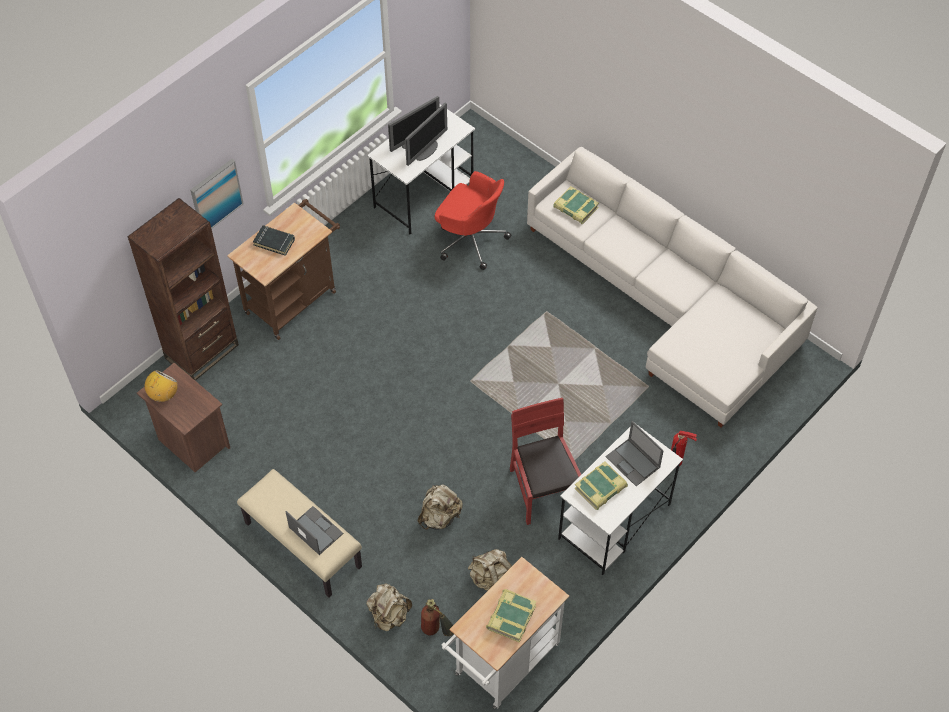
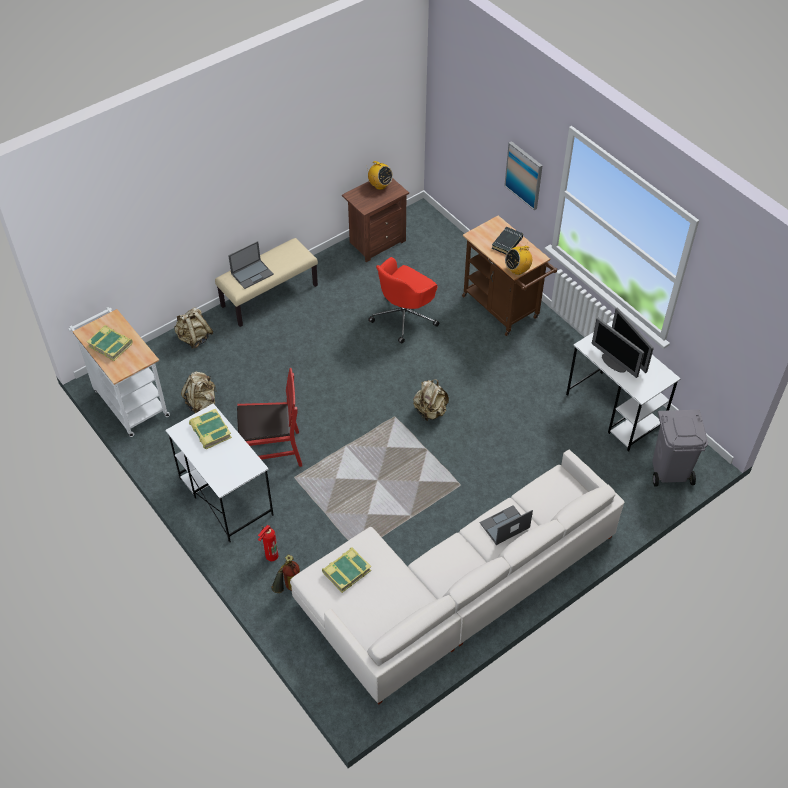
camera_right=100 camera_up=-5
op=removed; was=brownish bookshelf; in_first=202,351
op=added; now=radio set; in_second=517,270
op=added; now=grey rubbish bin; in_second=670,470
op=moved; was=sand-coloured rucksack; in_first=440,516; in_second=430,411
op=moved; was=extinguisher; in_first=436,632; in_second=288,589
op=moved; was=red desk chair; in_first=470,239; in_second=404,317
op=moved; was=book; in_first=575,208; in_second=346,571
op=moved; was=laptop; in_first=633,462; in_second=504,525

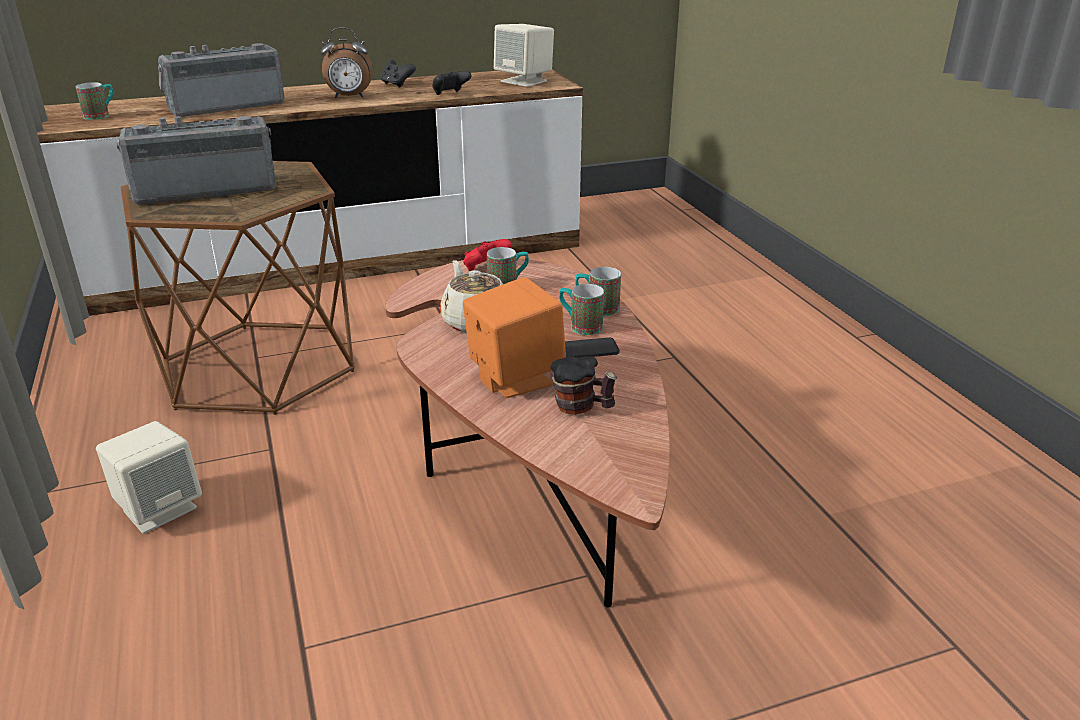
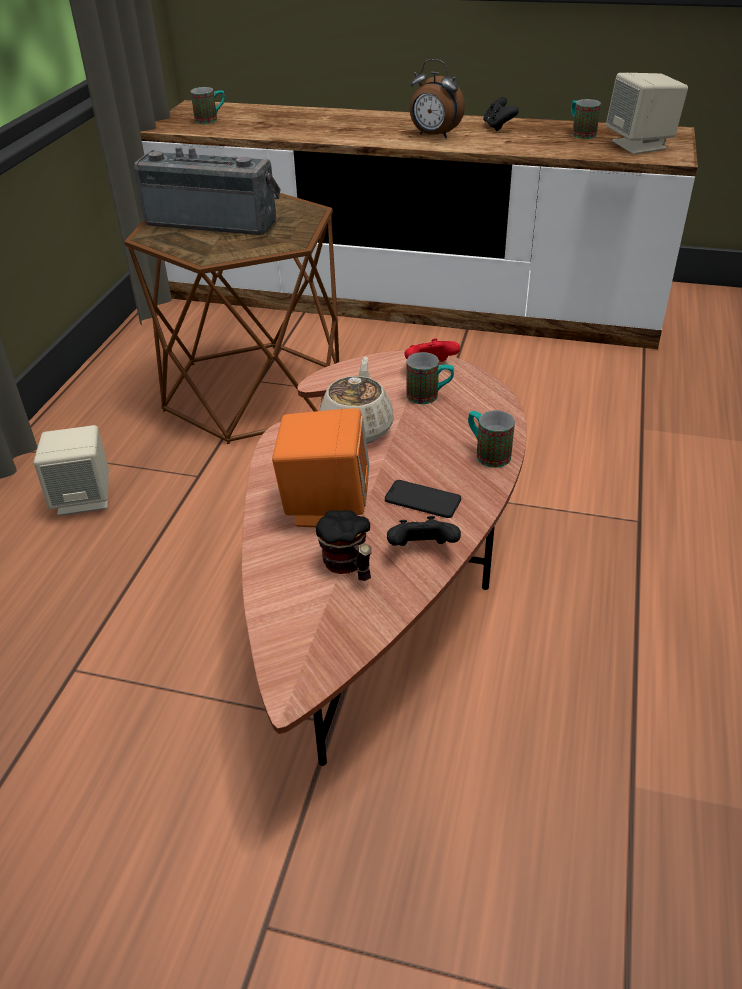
camera_right=35 camera_up=10
op=removed; was=radio set; in_first=226,106
op=moved; was=black-coloured gamepad; in_first=450,94; in_second=422,550
op=moved; was=coffee mug; in_first=580,326; in_second=580,133

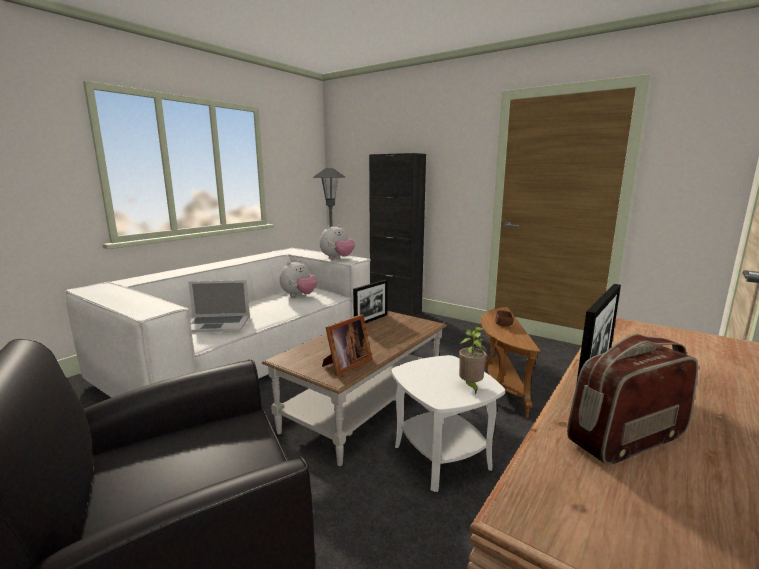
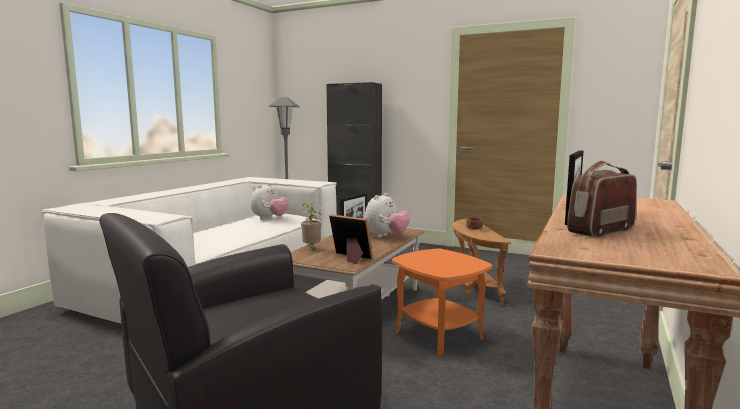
camera_right=-10 camera_up=-5
op=removed; was=laptop; in_first=216,324
op=moved; was=soft toy; in_first=337,258; in_second=386,236
op=moved; was=potted plant; in_first=470,386; in_second=311,249
op=recoloured; was=white side table; now=orange-coloured side table; in_first=442,457; in_second=439,335
op=turned; was=picture frame; in_first=345,365; in_second=350,258; clockwise=-90

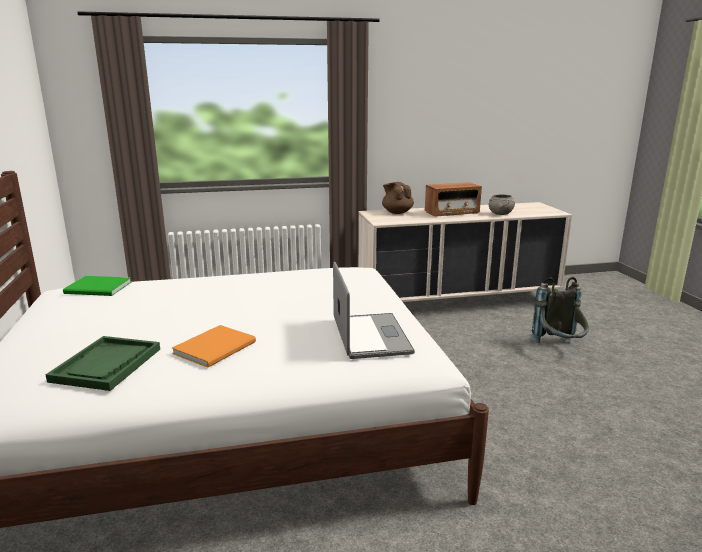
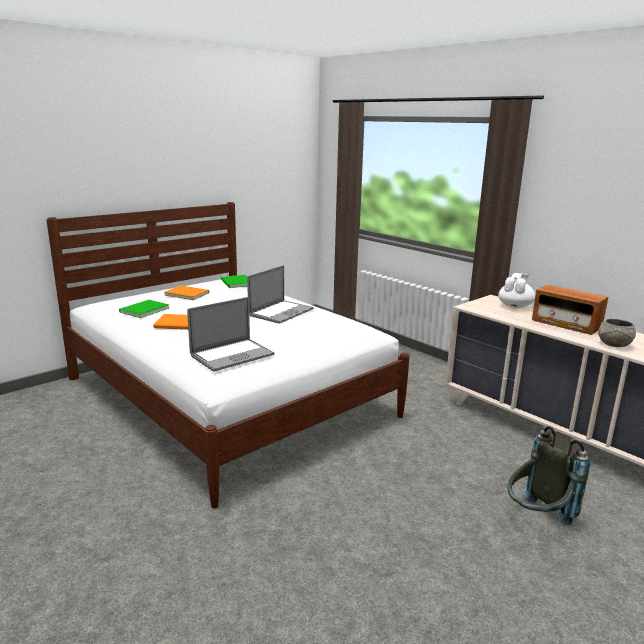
camera_right=60 camera_up=0
op=added; now=orange-coloured book; in_second=186,293
op=added; now=laptop; in_second=281,312
op=replaced; was=green tray; now=green book; in_first=107,365; in_second=143,310
op=recoloured; was=brownish teapot; now=white teapot; in_first=397,212; in_second=515,306

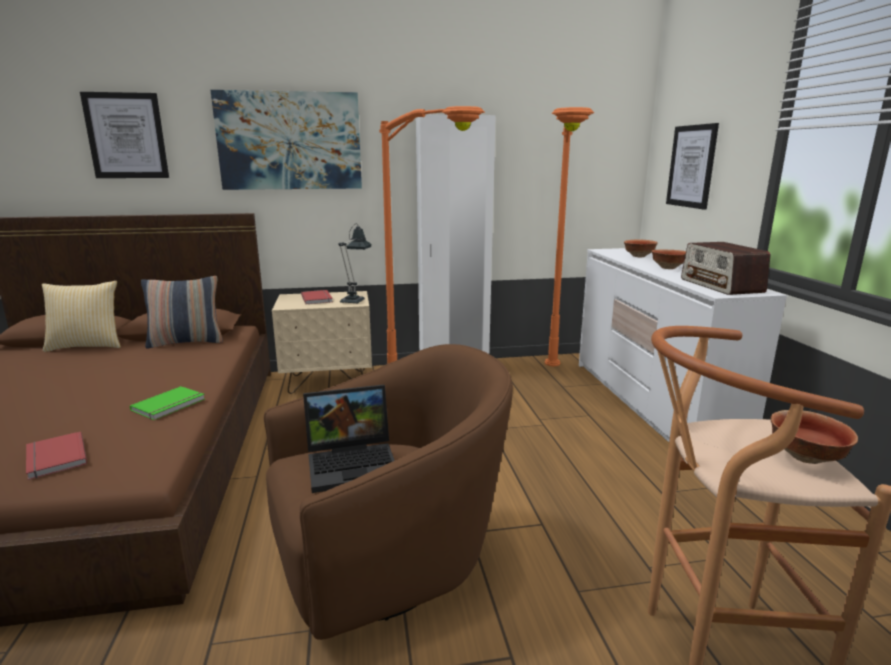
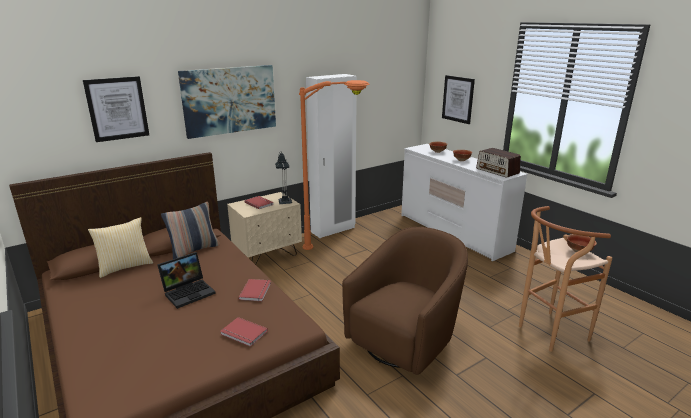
camera_right=-25 camera_up=5
op=removed; was=orange-coloured standard lamp; in_first=553,382
op=moved; was=laptop; in_first=354,463; in_second=189,292
op=recoloured; was=green book; now=red book; in_first=170,405; in_second=256,291

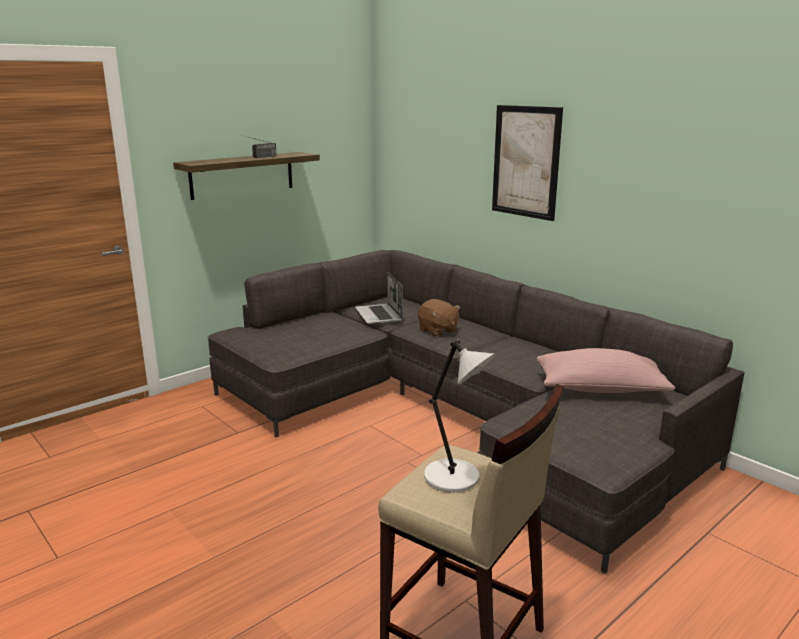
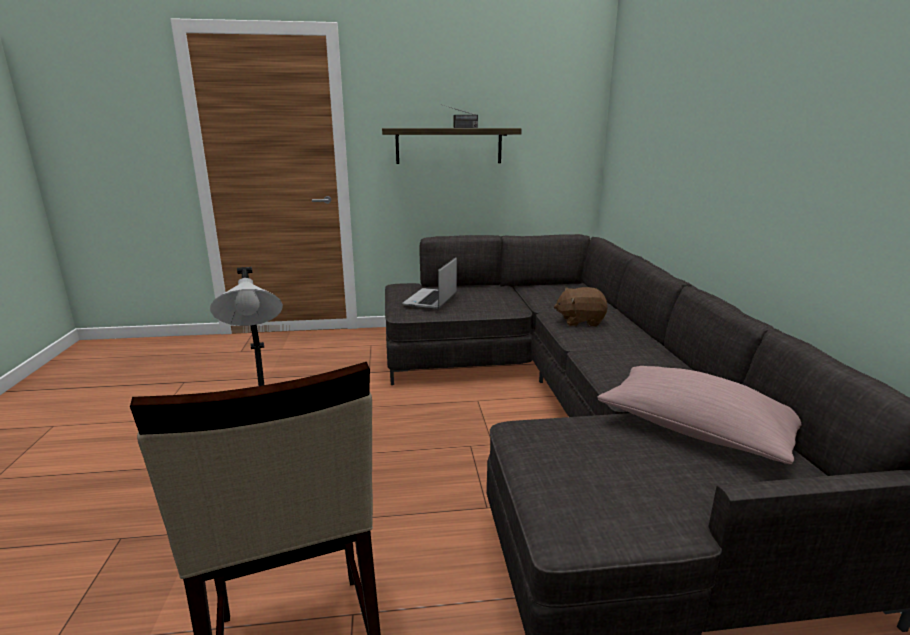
camera_right=35 camera_up=0
op=removed; was=wall art; in_first=526,162
op=moved; was=laptop; in_first=379,315; in_second=431,300
op=turned; was=brownish soft toy; in_first=437,331; in_second=580,321; clockwise=90

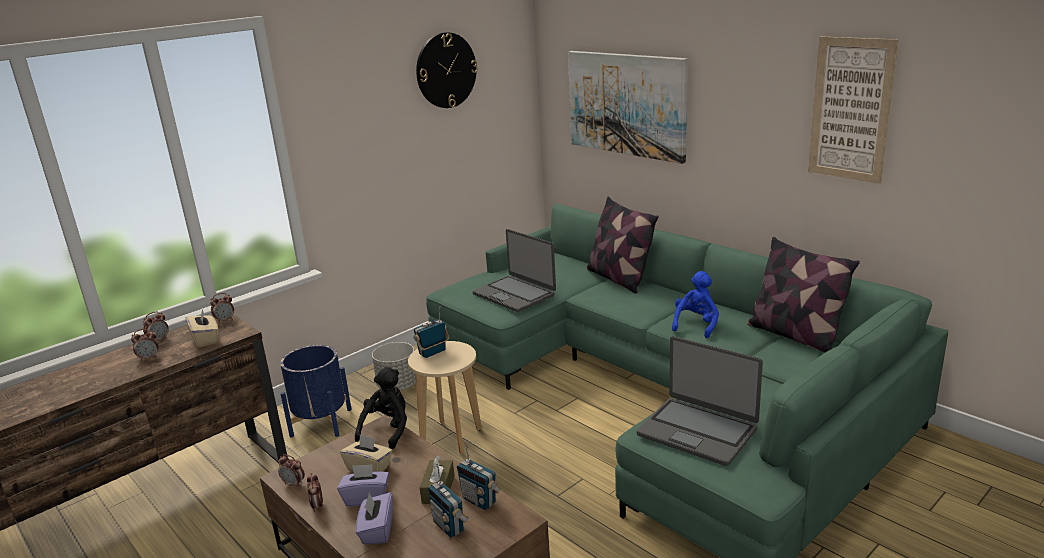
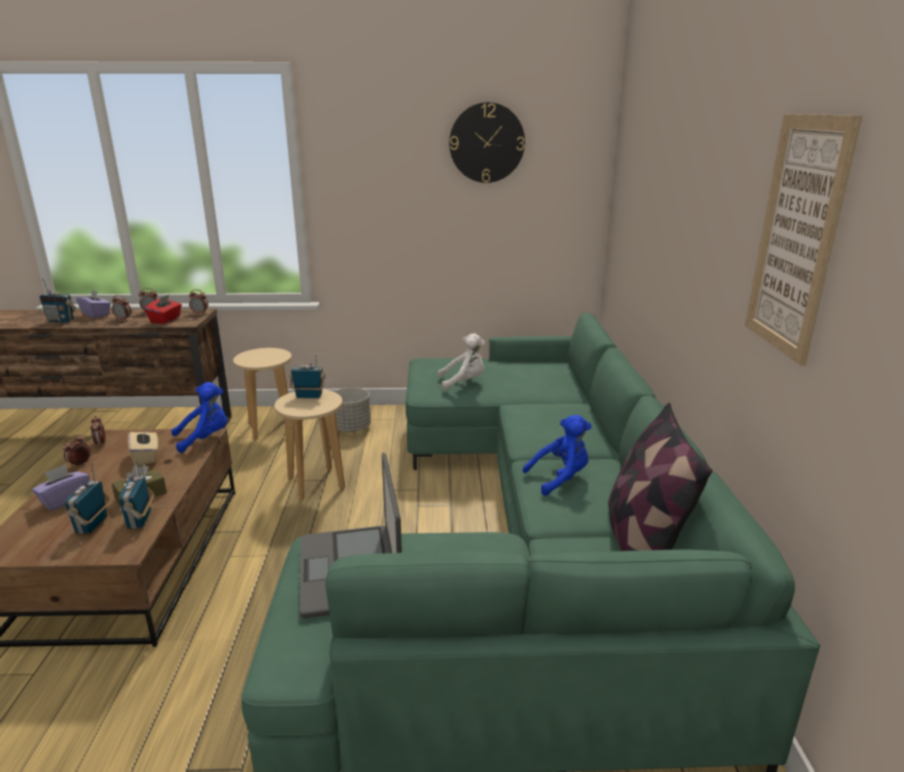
camera_right=40 camera_up=0
op=removed; was=wall art; in_first=626,104
op=removed; was=cushion; in_first=619,278
op=added; now=radio set; in_second=61,321
op=moved; was=purplish tissue holder; in_first=366,497; in_second=96,314
op=replaced; was=blue flower pot; now=sand-coloured sitting stool; in_first=321,422; in_second=270,429
op=replaced; was=laptop; now=white soft toy; in_first=514,294; in_second=464,382
op=recoloured; was=sand-coloured tissue holder; now=red tissue holder; in_first=205,339; in_second=166,320
op=recoloured; was=black-coloured soft toy; now=blue soft toy; in_first=387,429; in_second=205,438

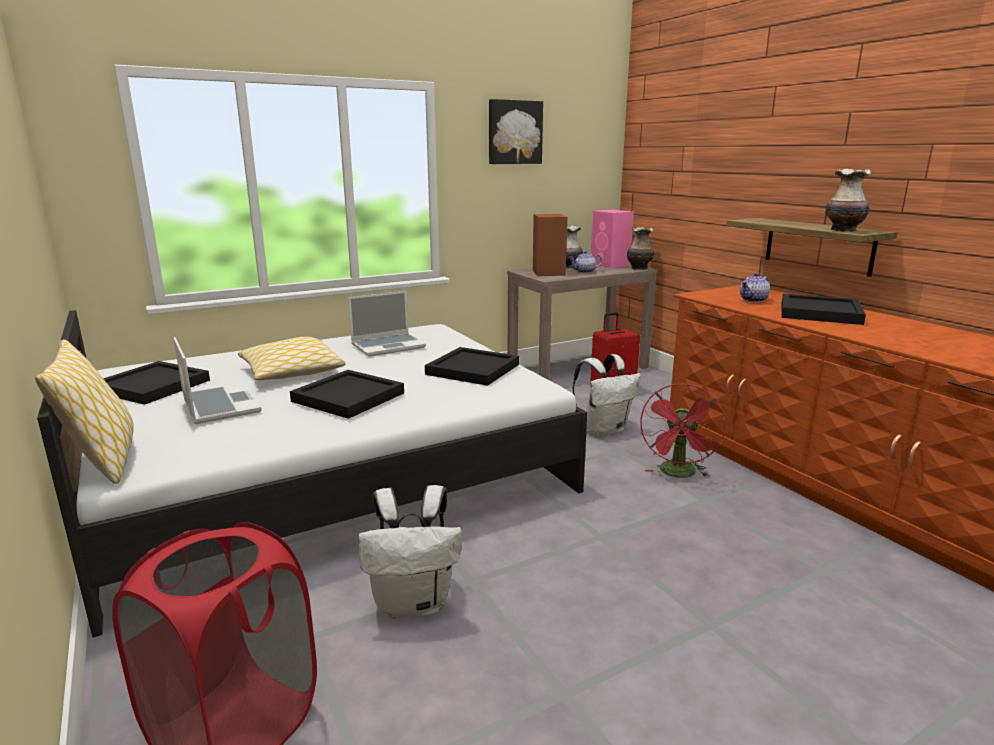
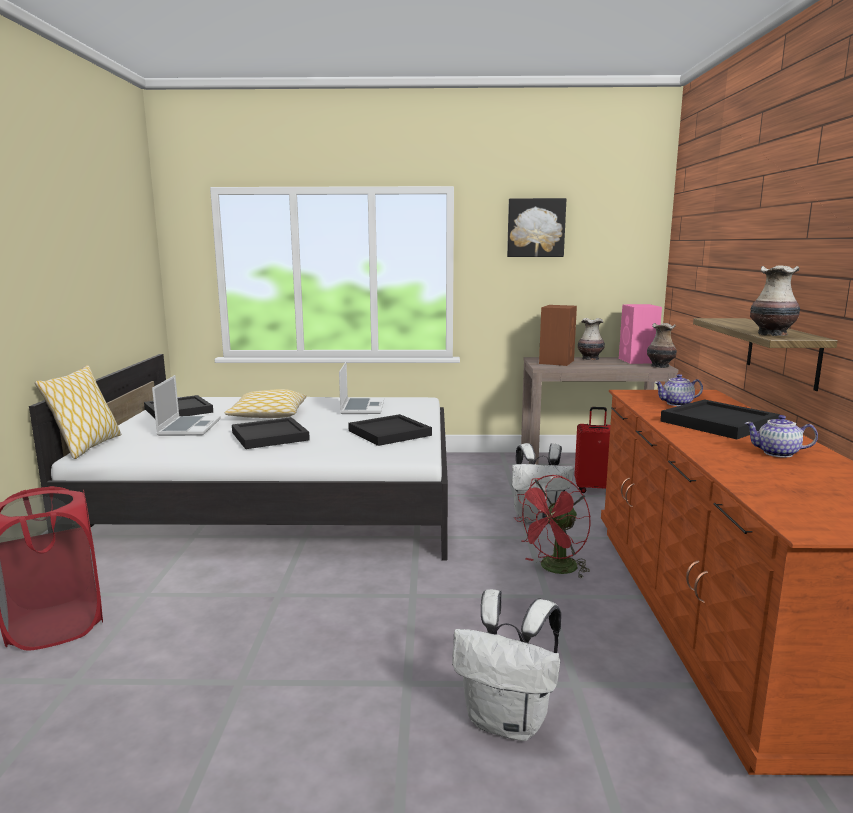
camera_right=30 camera_up=-5
op=moved; was=white rucksack; in_first=414,603; in_second=508,721
op=moved; was=teapot; in_first=584,272; in_second=777,453
op=turned; was=laptop; in_first=388,346; in_second=361,407; clockwise=-90

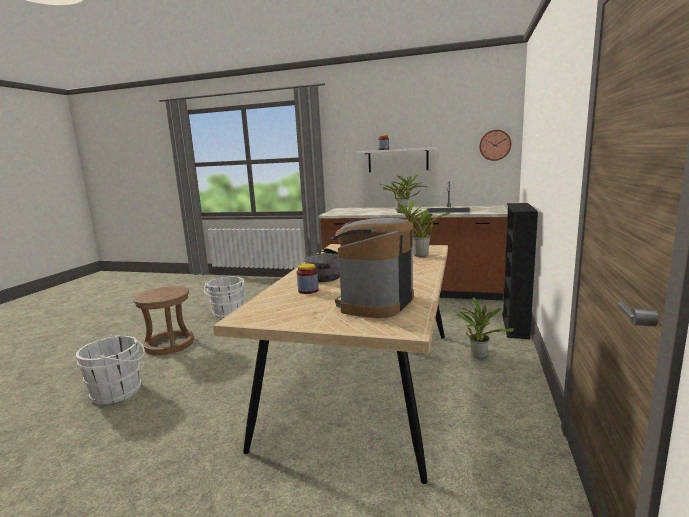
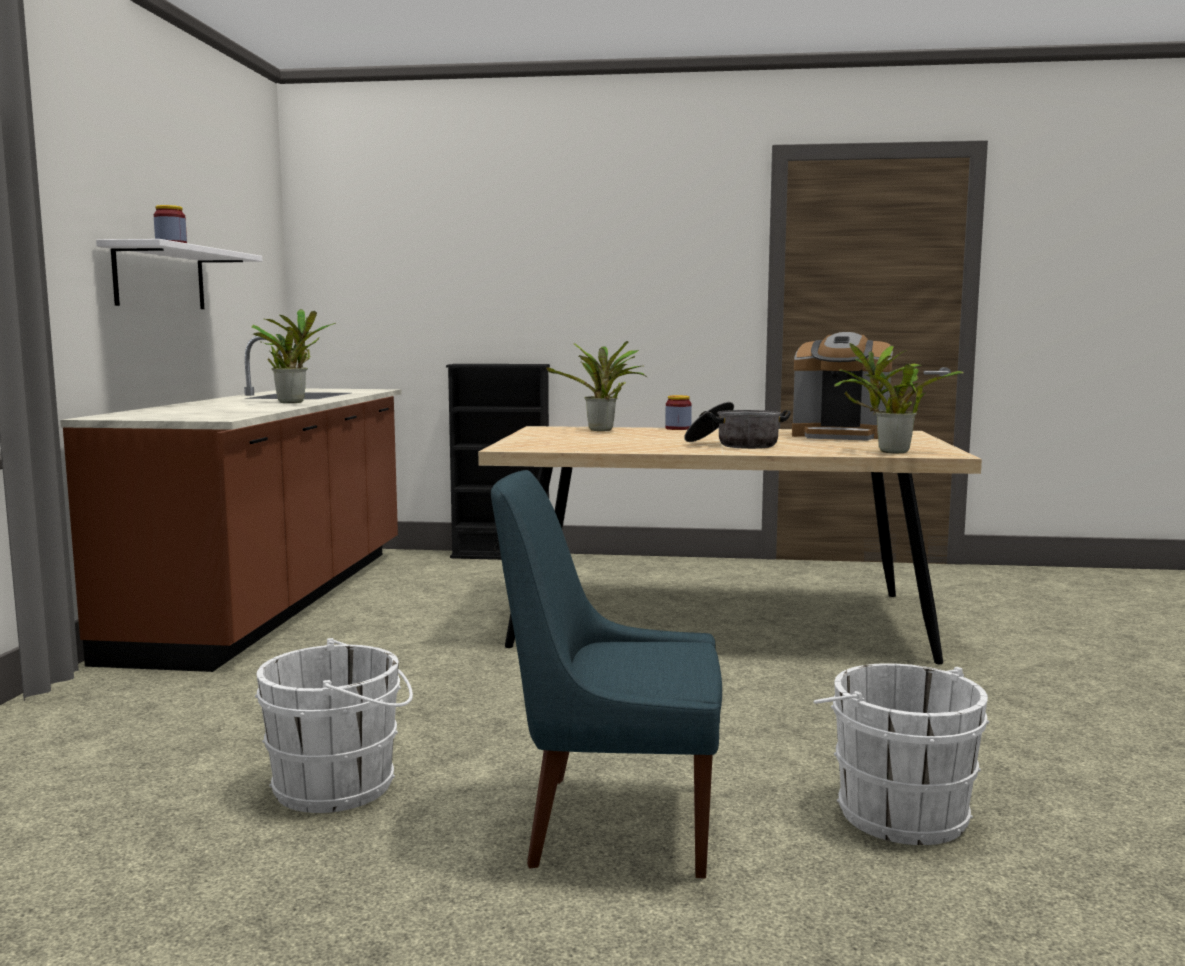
camera_right=-100 camera_up=-5
op=removed; was=clock on the wall; in_first=495,145
op=moved; was=jar; in_first=308,290; in_second=678,428
op=moved; was=potted plant; in_first=478,354; in_second=888,452
op=replaced; was=brownish sitting stool; now=blue chair; in_first=170,344; in_second=612,824

